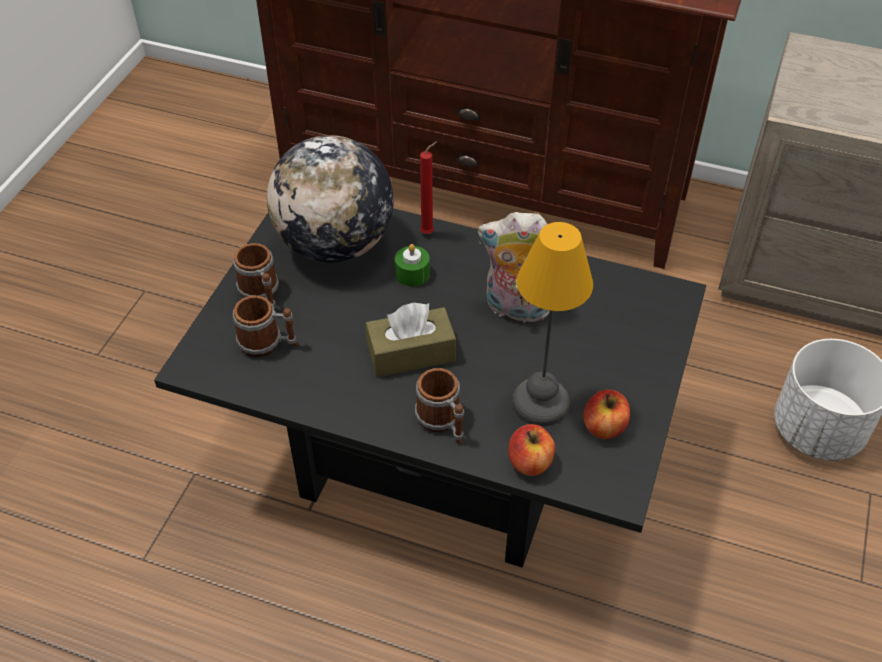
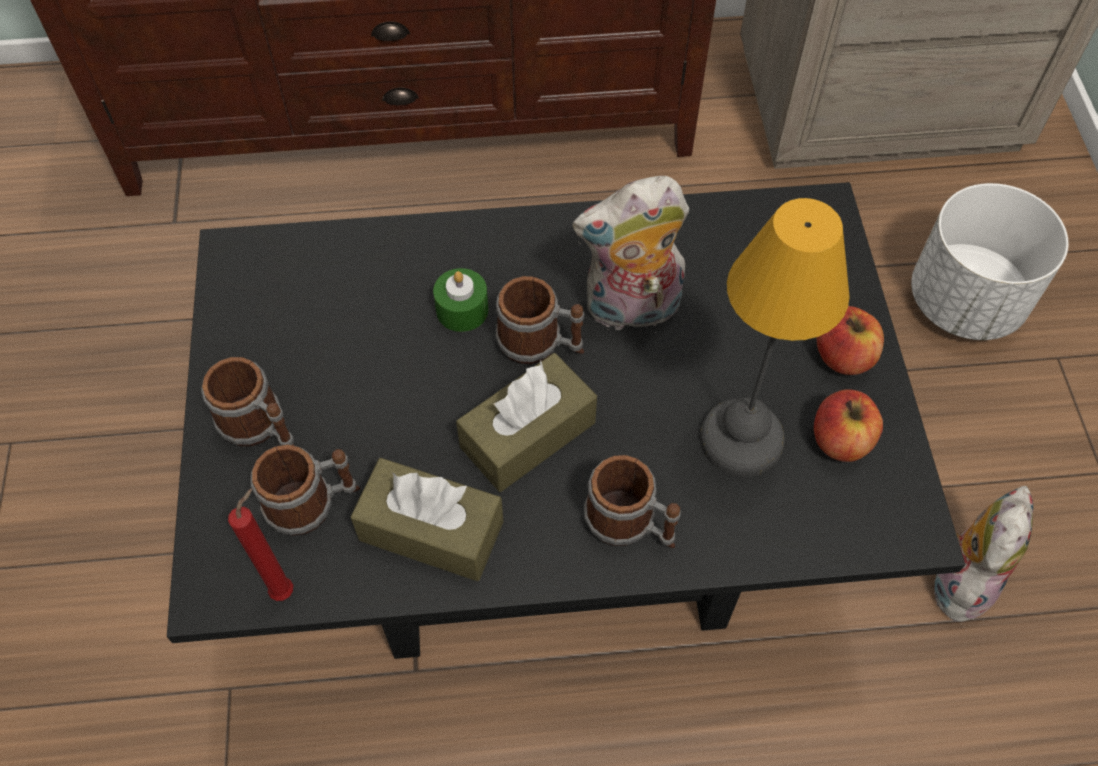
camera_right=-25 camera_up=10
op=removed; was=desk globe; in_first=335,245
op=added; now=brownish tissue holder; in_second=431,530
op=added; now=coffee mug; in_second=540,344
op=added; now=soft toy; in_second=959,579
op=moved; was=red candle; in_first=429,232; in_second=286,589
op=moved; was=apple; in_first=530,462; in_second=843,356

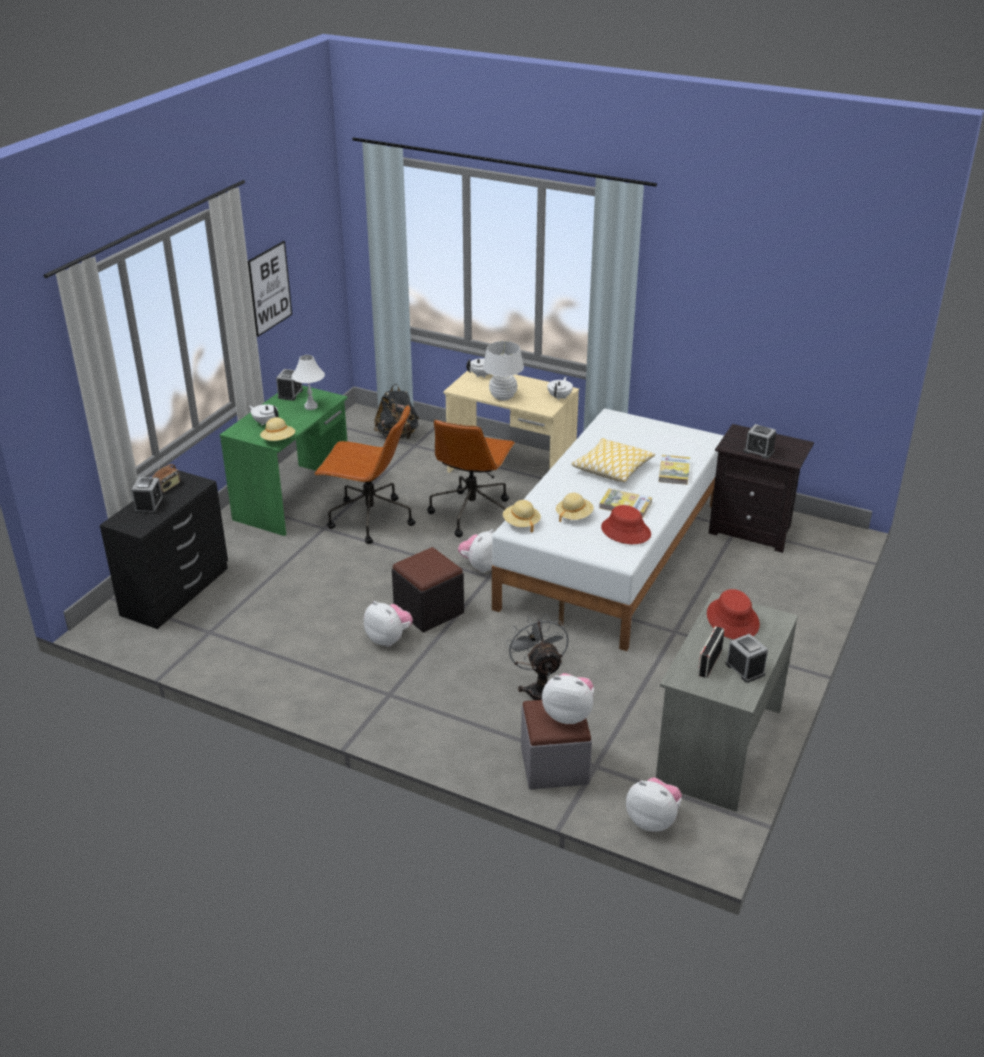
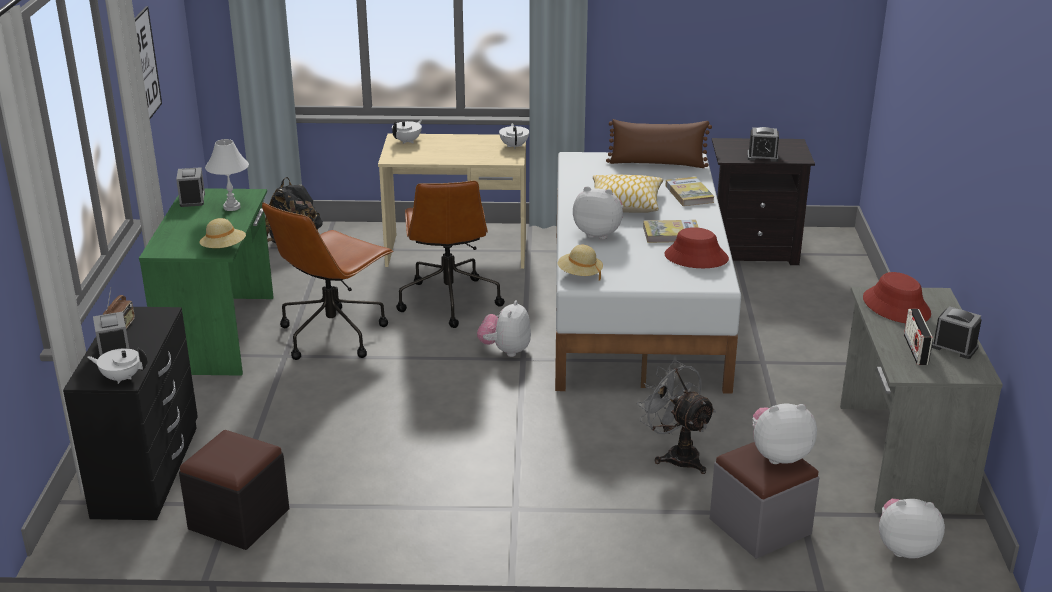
camera_right=-25 camera_up=-5
op=removed; was=white table lamp; in_first=503,397
op=removed; was=sand-coloured clothing hat; in_first=574,516
op=added; now=brownish cushion; in_second=657,163
op=moved; was=white teapot; in_first=265,422; in_second=121,378
op=moved; was=soft toy; in_first=389,639; in_second=598,233
op=moved; was=black-coloured ottoman; in_first=428,611; in_second=239,519
op=turned; was=brownish desk chair; in_first=369,519; in_second=333,334; clockwise=135

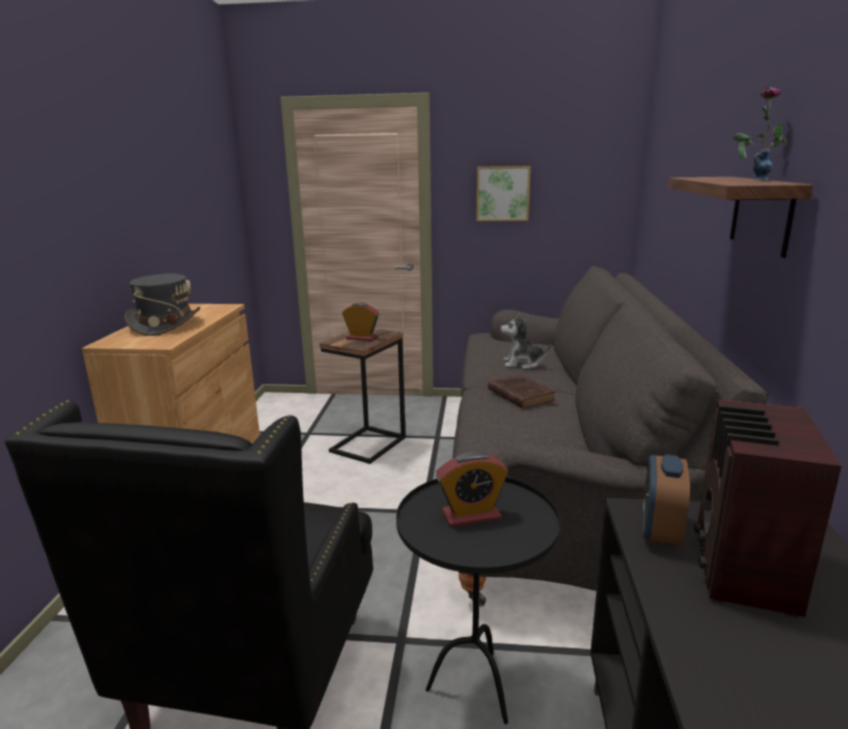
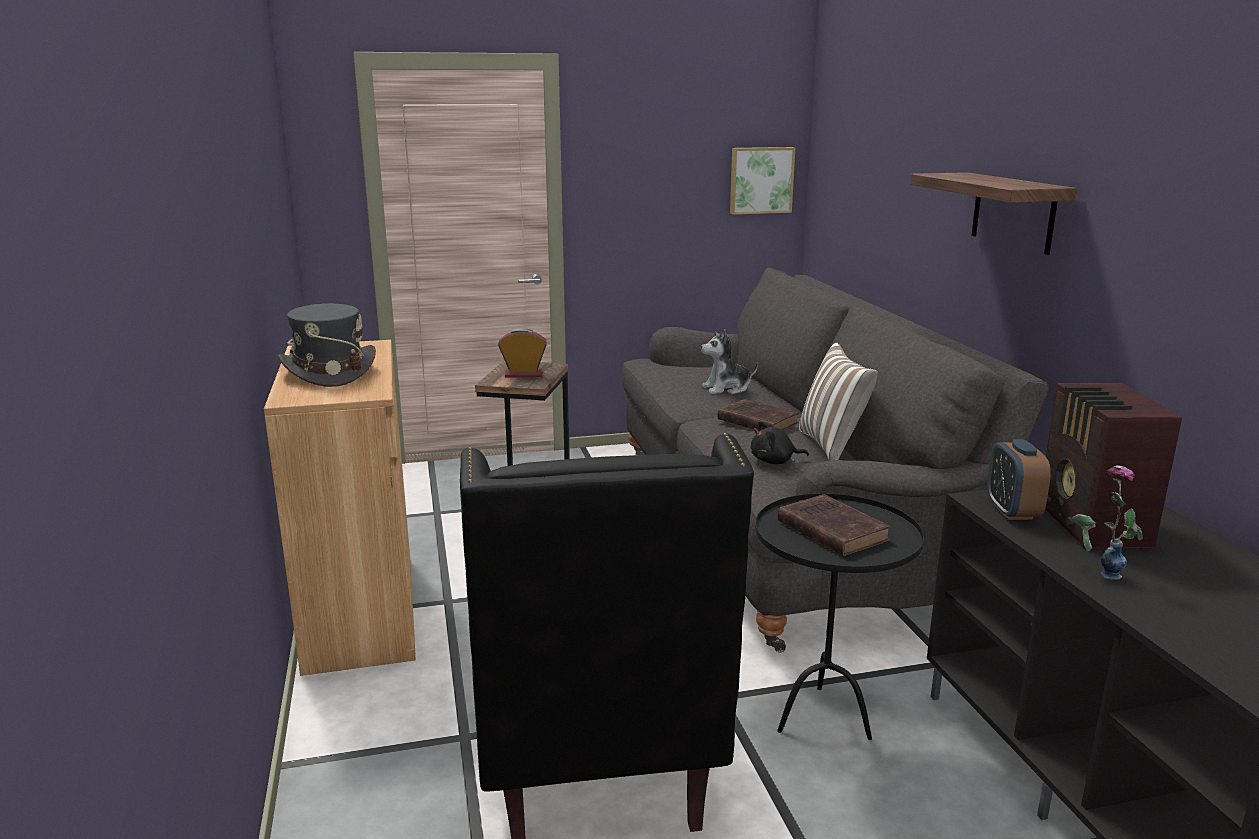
camera_right=-20 camera_up=0
op=added; now=black-coloured soft toy; in_second=774,461
op=added; now=cushion; in_second=833,446
op=moved; was=wall art; in_first=502,193; in_second=760,180
op=moved; was=decorative vase; in_first=752,180; in_second=1097,571
op=replaced; was=table clock; now=brownish book; in_first=471,515; in_second=830,530

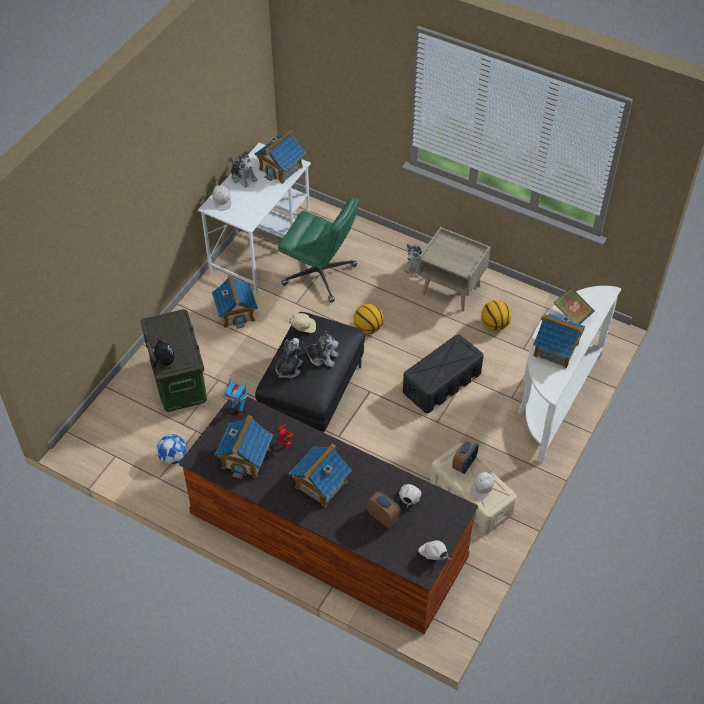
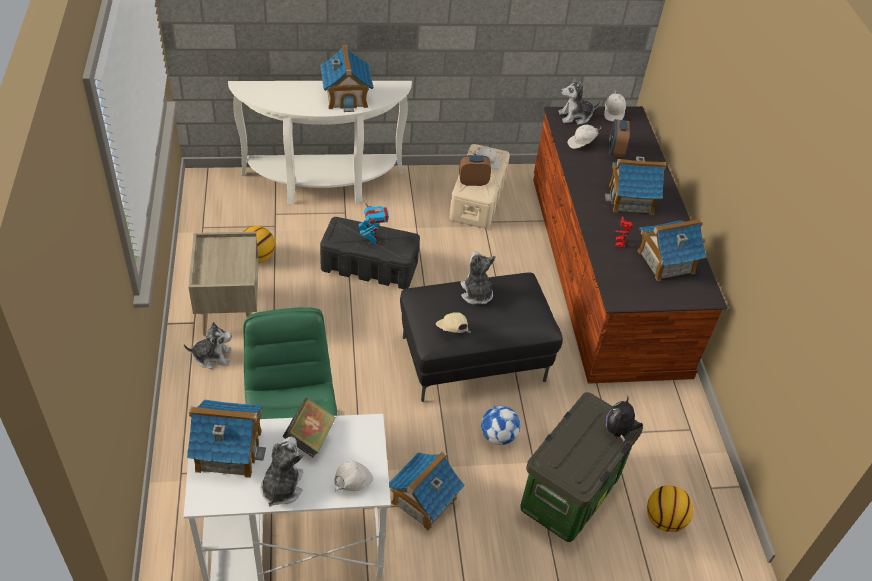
camera_right=-130 camera_up=-5
op=moved; was=ball for football; in_first=173,457; in_second=498,436
op=moved; was=toy robot; in_first=237,409; in_second=373,240
op=moved; was=soft toy; in_first=288,368; in_second=575,116
op=moved; was=ball for basketball; in_first=368,328; in_second=664,520
op=moved; was=book; in_first=572,314; in_second=310,437

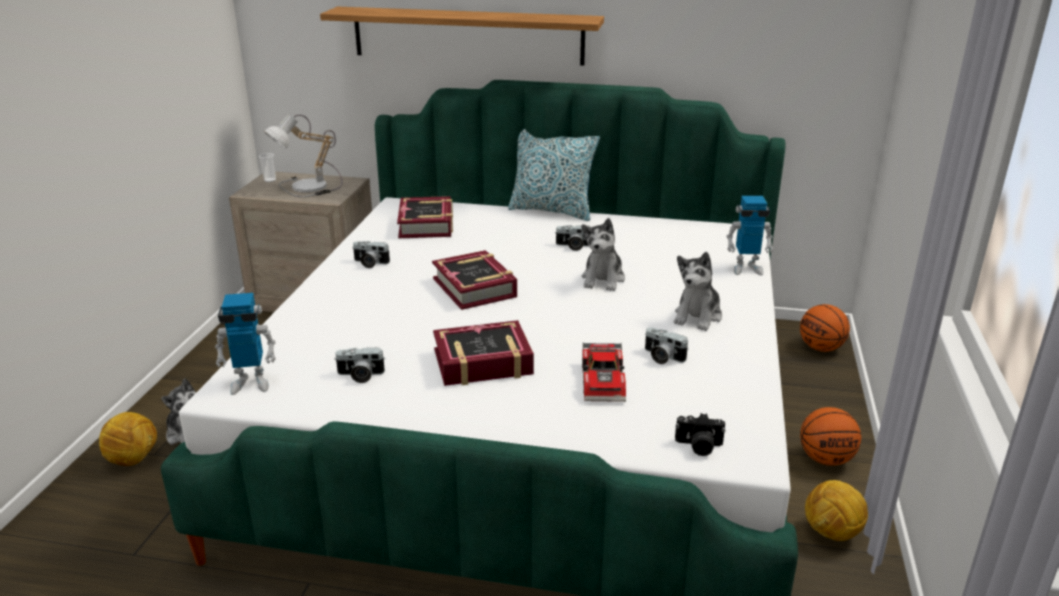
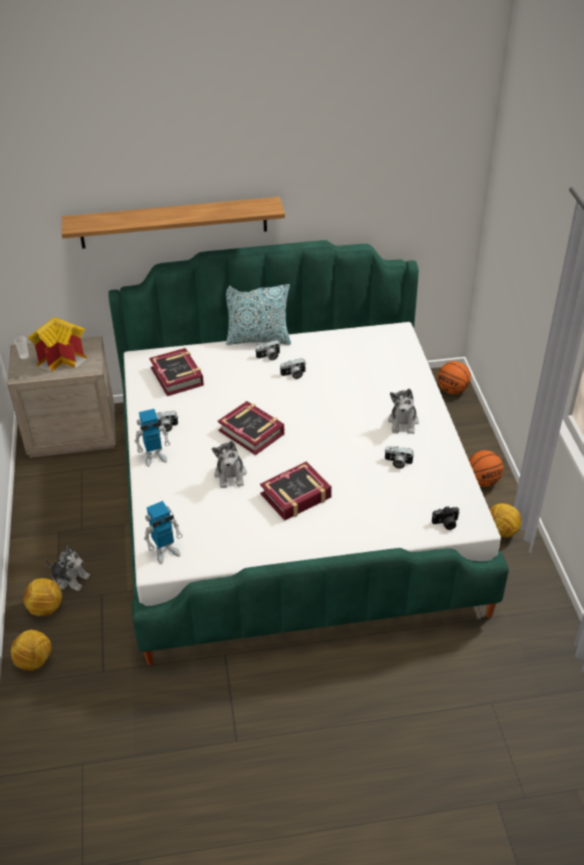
camera_right=-20 camera_up=15
op=removed; was=toy car; in_first=605,381
op=added; now=ball for football; in_second=34,661
op=moved; was=still camera; in_first=360,375; in_second=269,356
op=moved; was=soft toy; in_first=603,279; in_second=230,475
op=moved; was=toy robot; in_first=746,268; in_second=154,457
op=replaced; was=table lamp; now=miniature house; in_first=308,188; in_second=63,359

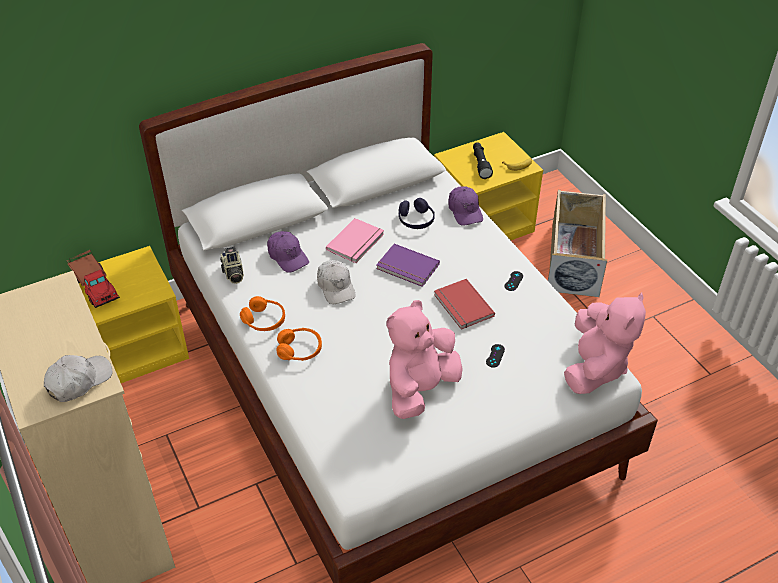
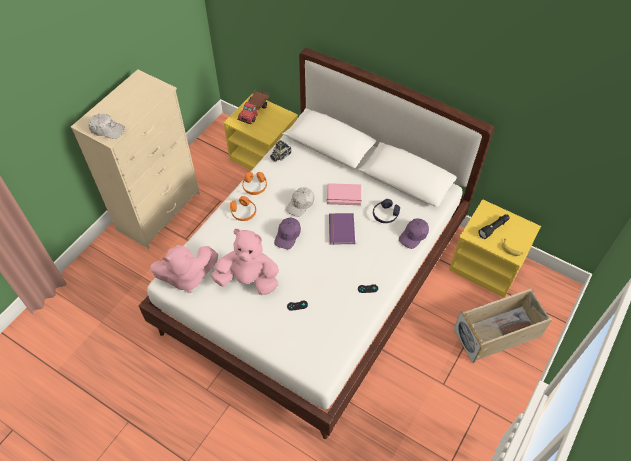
camera_right=60 camera_up=10
op=removed; was=red book; in_first=462,306
op=moved; was=purplish baseball cap; in_first=287,256; in_second=288,235
op=moved; was=pink soft toy; in_first=595,367; in_second=187,277

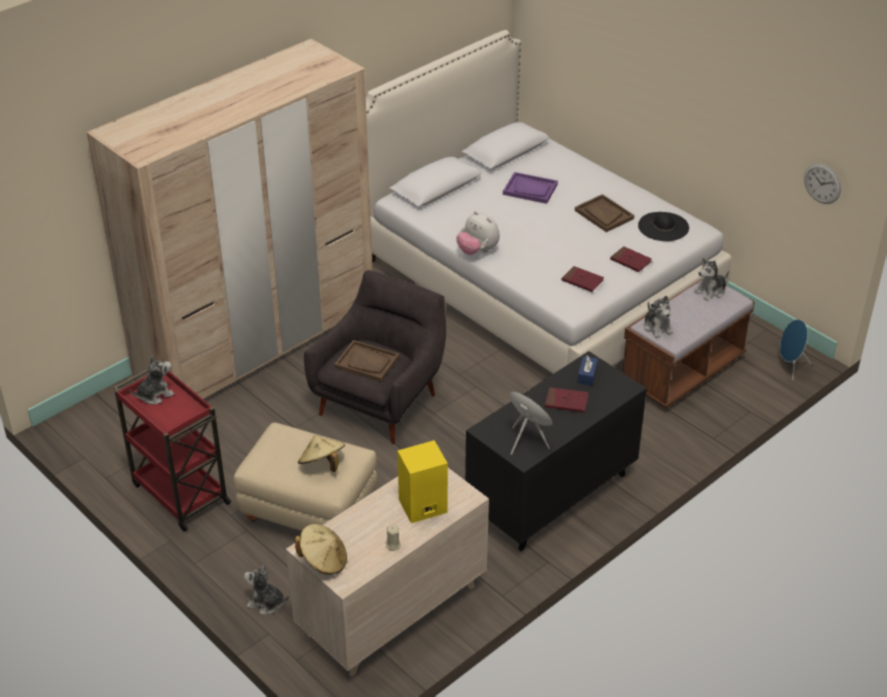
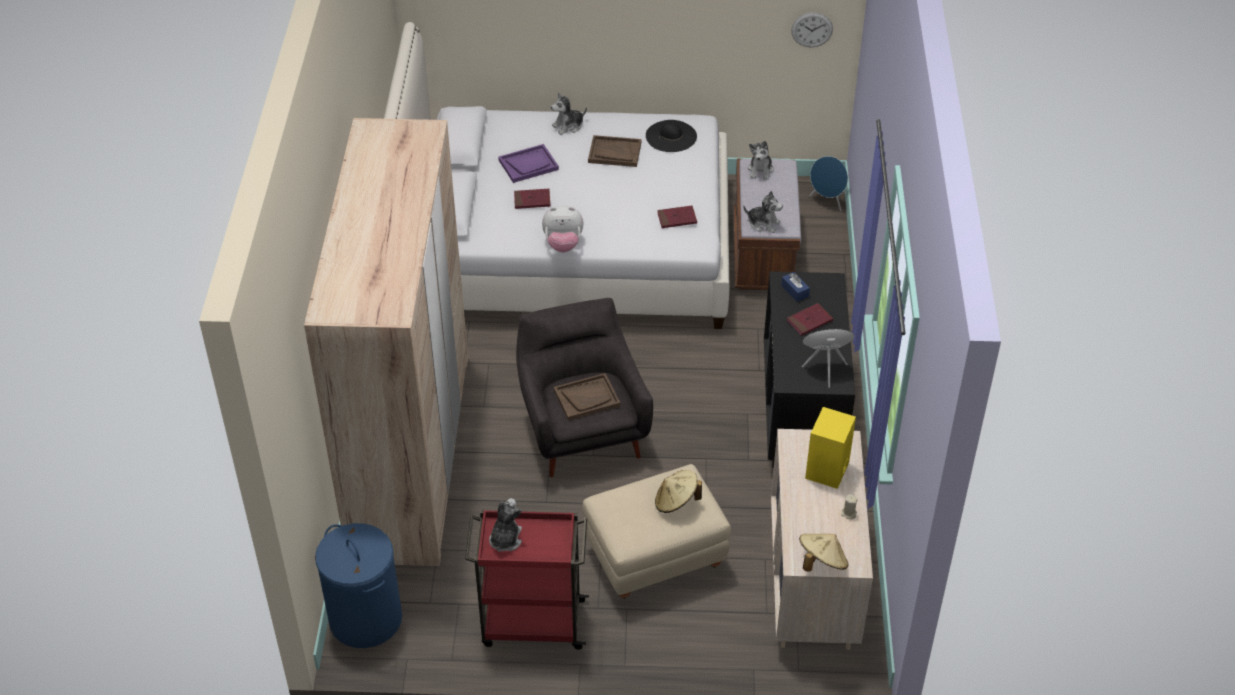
camera_right=-45 camera_up=5
op=added; now=blue hamper; in_second=365,619
op=moved; was=soft toy; in_first=266,603; in_second=568,126
op=moved; was=red book; in_first=630,261; in_second=532,200

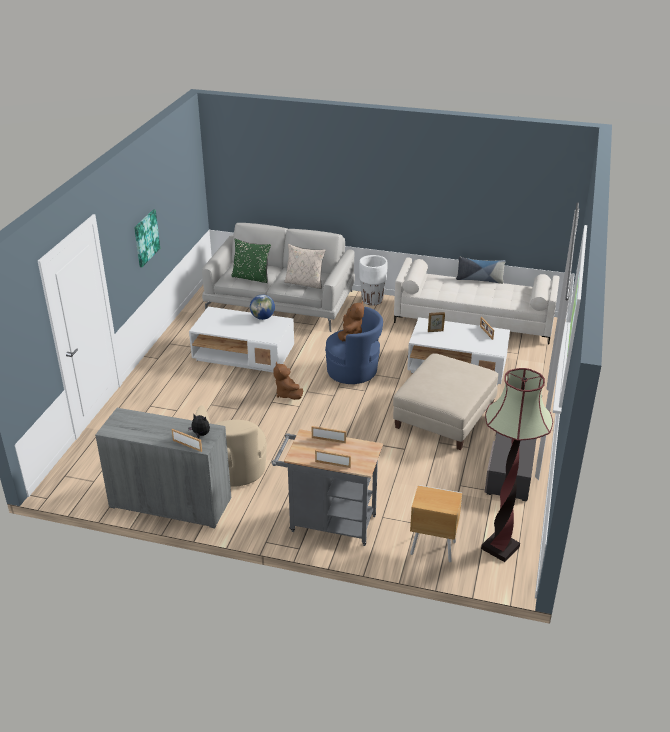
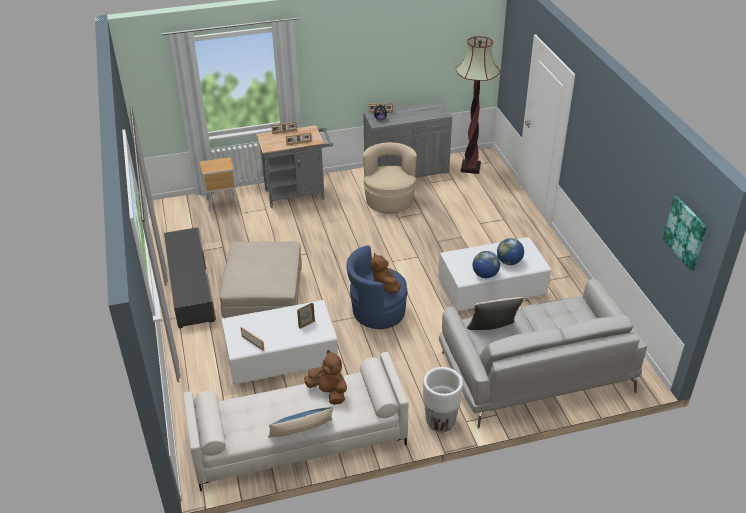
camera_right=150 camera_up=5
op=removed; was=green cushion; in_first=251,277
op=added; now=desk globe; in_second=509,262
op=moved; was=wall art; in_first=146,238; in_second=685,232
op=moved; was=brownish soft toy; in_first=287,394; in_second=328,392
op=moved; was=standard lamp; in_first=500,548; in_second=470,168

